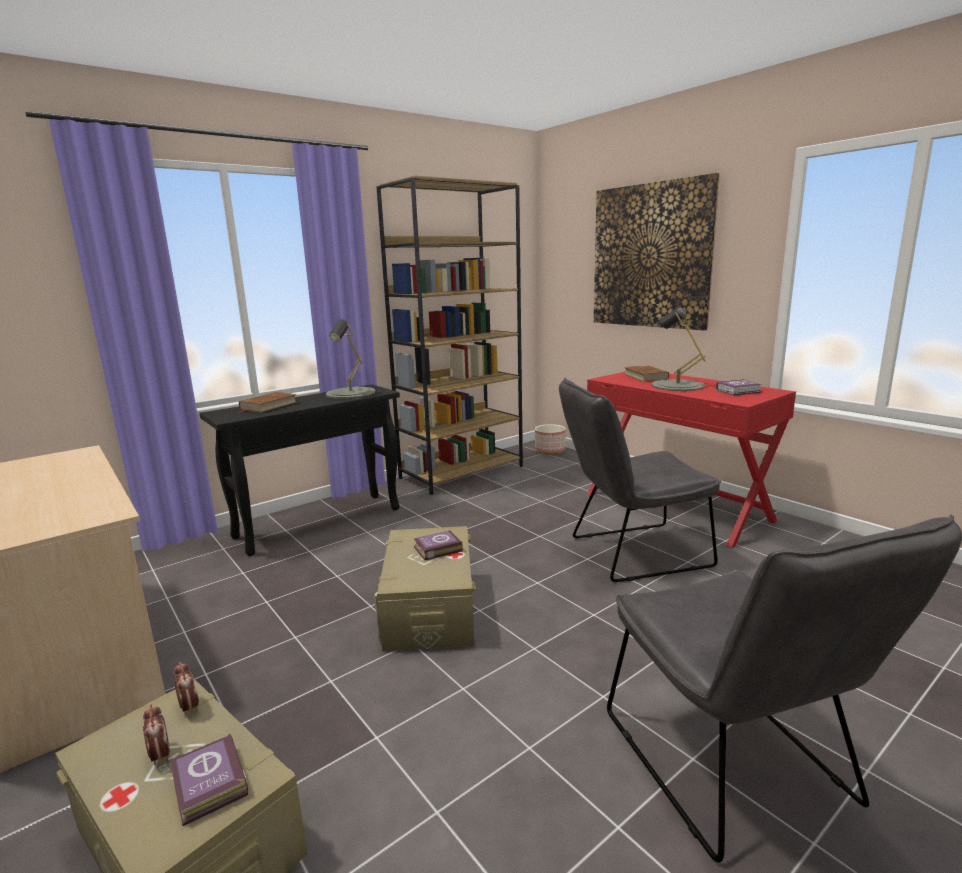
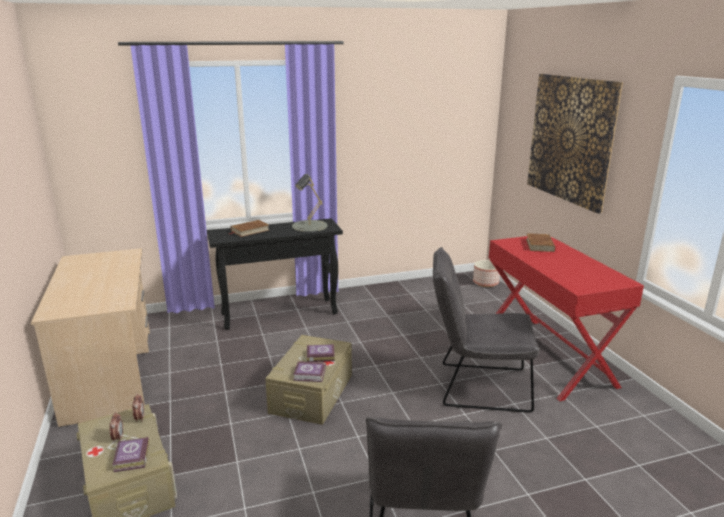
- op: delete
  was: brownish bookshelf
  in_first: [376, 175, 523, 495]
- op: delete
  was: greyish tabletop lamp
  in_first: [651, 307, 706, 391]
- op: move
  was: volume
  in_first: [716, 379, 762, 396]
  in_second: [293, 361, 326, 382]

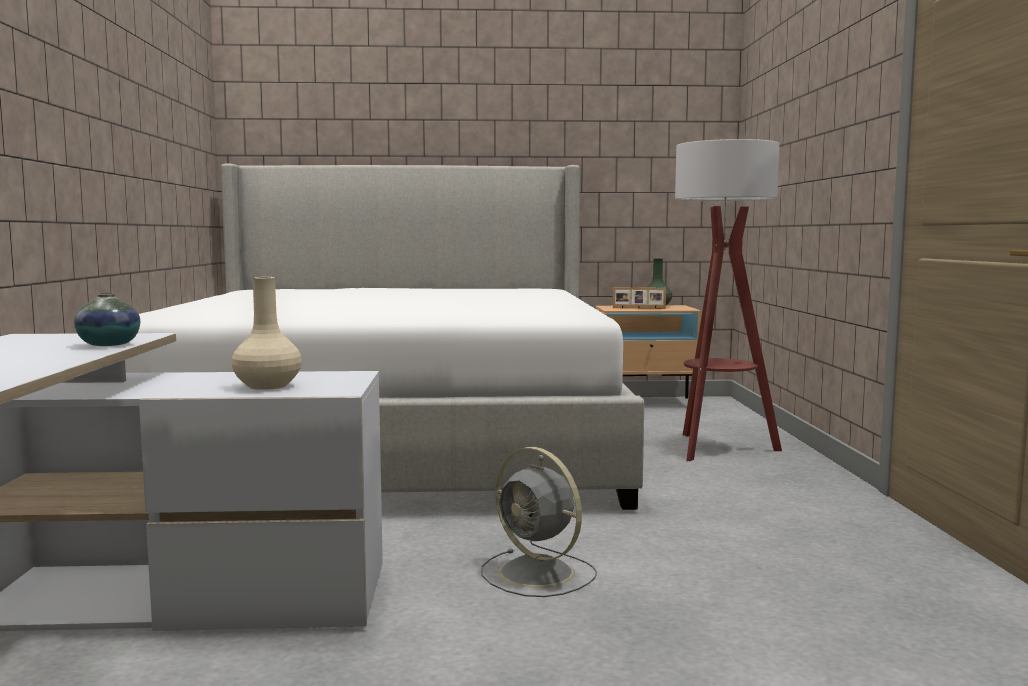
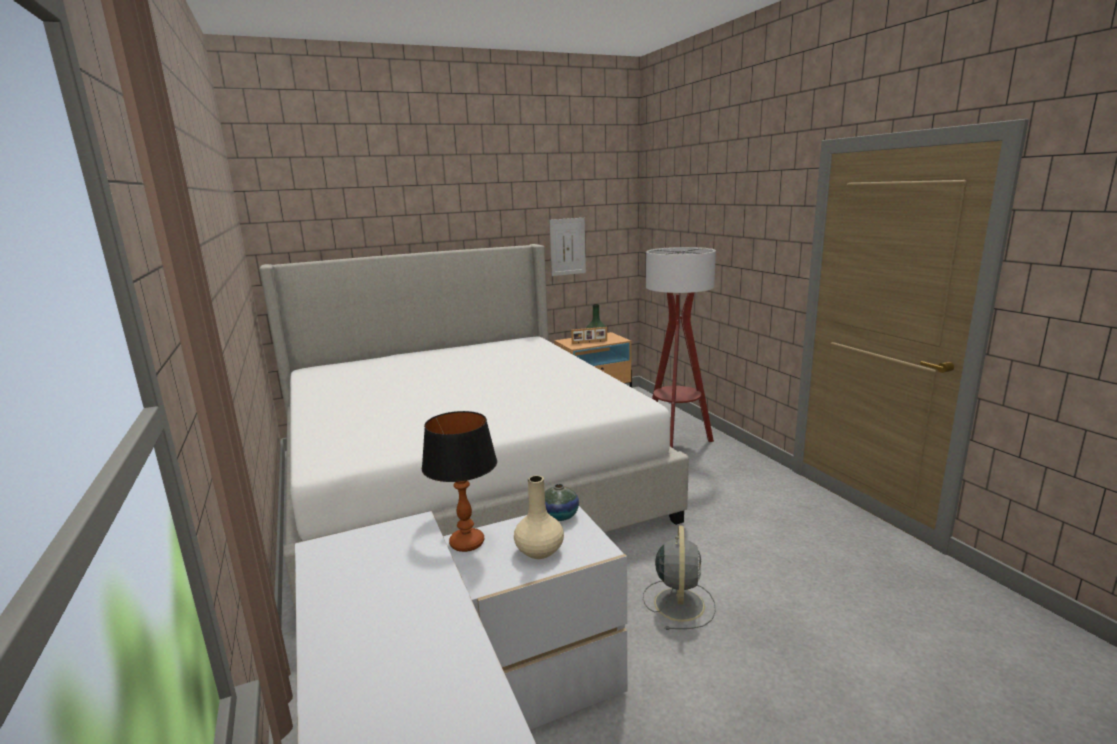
- op: move
  was: decorative vase
  in_first: [74, 293, 140, 346]
  in_second: [545, 484, 579, 521]
- op: rotate
  was: greyish cooling fan
  in_first: [481, 447, 597, 597]
  in_second: [643, 525, 716, 630]
  clockwise: -105
- op: insert
  now: wall picture
  in_second: [549, 218, 586, 276]
- op: insert
  now: tabletop lamp
  in_second: [422, 411, 497, 552]

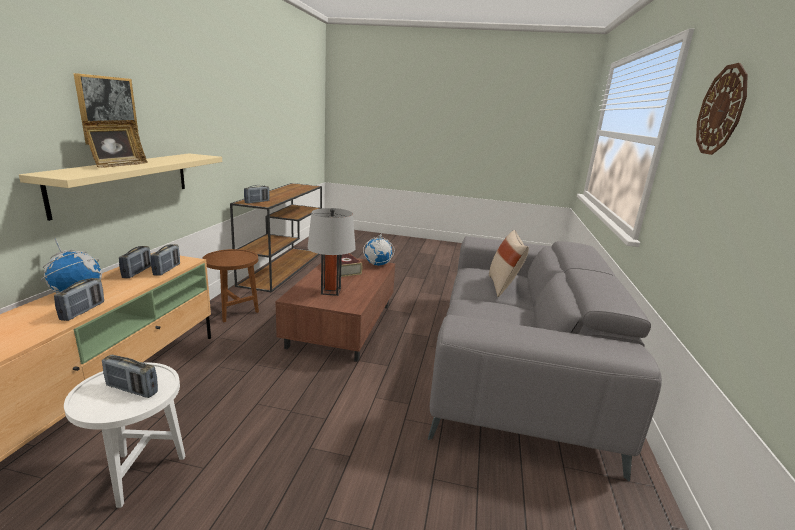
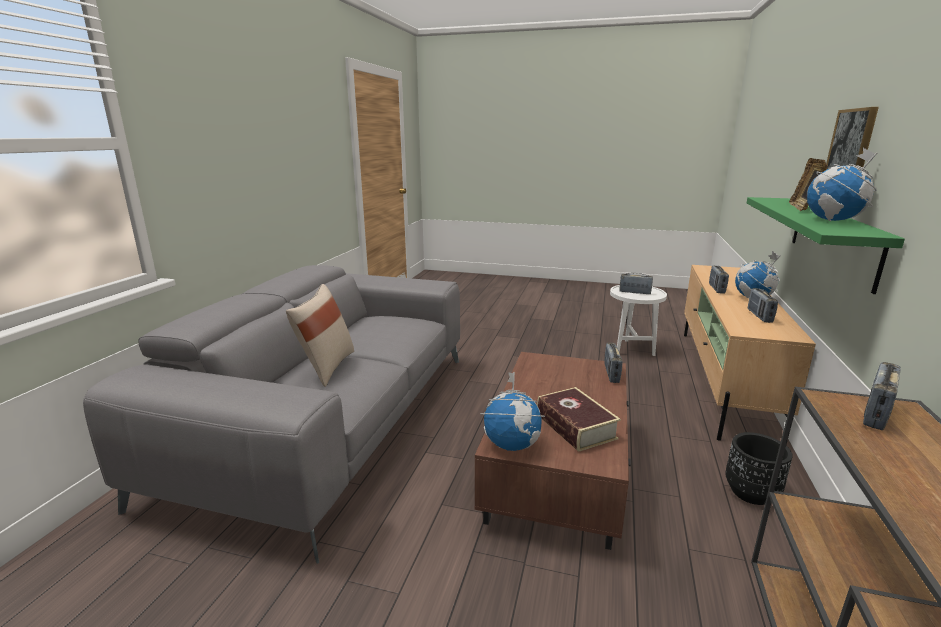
- op: delete
  was: clock on the wall
  in_first: [696, 63, 748, 155]
- op: recolor
  was: beige-coloured shelf
  now: greenish shelf
  in_first: [19, 154, 222, 221]
  in_second: [747, 197, 905, 294]
- op: delete
  was: greyish tabletop lamp
  in_first: [308, 208, 356, 296]
- op: move
  was: radio set
  in_first: [150, 244, 180, 276]
  in_second: [604, 343, 623, 383]
- op: replace
  was: brownish accent table
  now: black-coloured planter
  in_first: [202, 249, 259, 322]
  in_second: [725, 432, 793, 505]
- op: insert
  now: globe
  in_second: [807, 148, 877, 221]

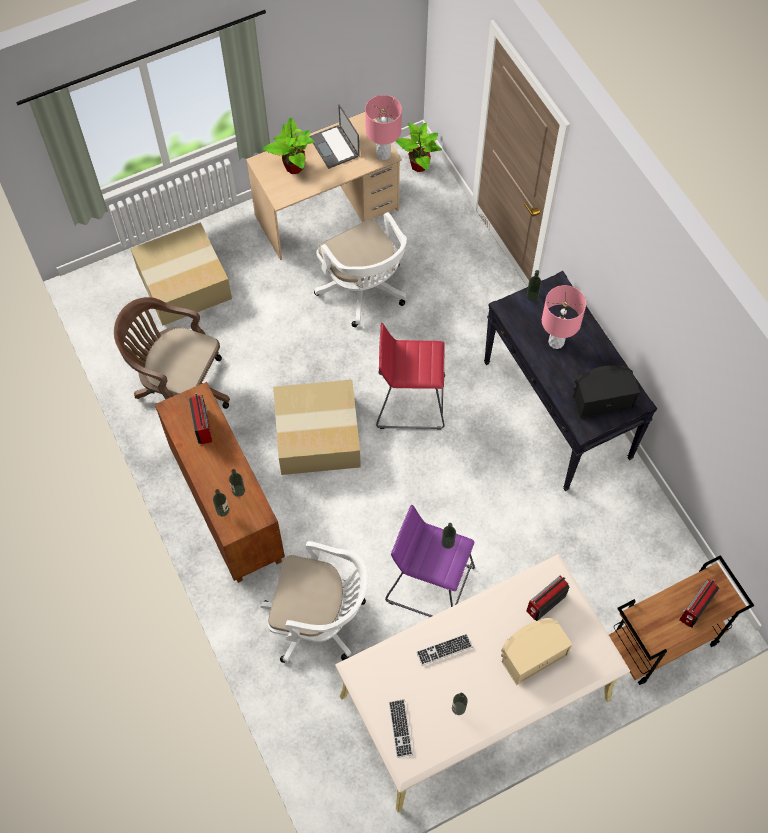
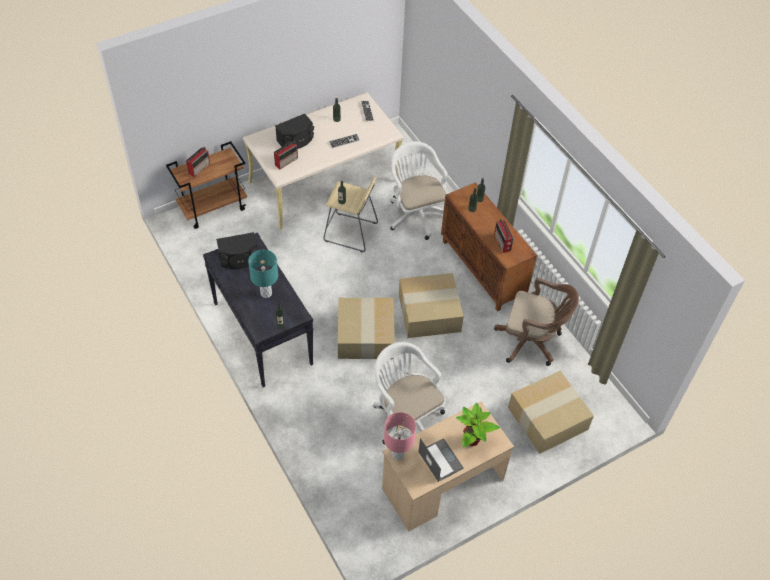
- op: delete
  was: plant in a pot
  in_first: [396, 123, 442, 172]
- op: recolor
  was: pink tabletop lamp
  now: turquoise-coloured tabletop lamp
  in_first: [542, 285, 586, 349]
  in_second: [248, 250, 278, 298]
- op: replace
  was: red-coloured stool
  now: cardboard box
  in_first: [376, 323, 445, 430]
  in_second: [338, 298, 395, 359]
- op: recolor
  was: purple stool
  now: beige-coloured stool
  in_first: [385, 505, 475, 617]
  in_second: [324, 176, 378, 253]
- op: rotate
  was: white-coloured office chair
  in_first: [260, 541, 368, 663]
  in_second: [390, 141, 448, 240]
  clockwise: 60
- op: recolor
  was: beige-coloured audio speaker
  now: black-coloured audio speaker
  in_first: [501, 618, 573, 685]
  in_second: [275, 114, 314, 149]

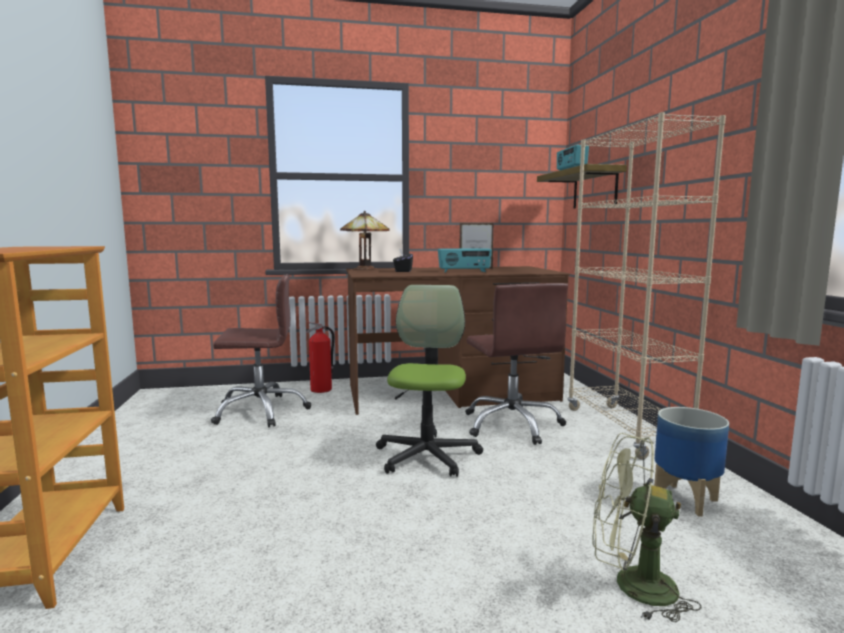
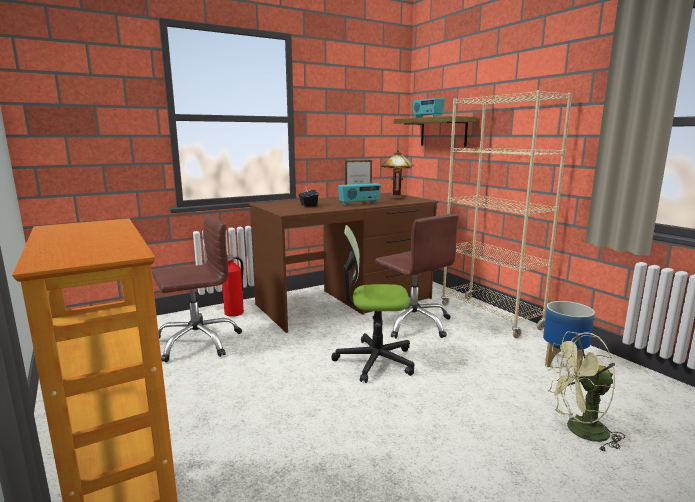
- op: move
  was: tabletop lamp
  in_first: [340, 211, 390, 270]
  in_second: [381, 150, 414, 199]
- op: rotate
  was: office chair
  in_first: [376, 285, 483, 477]
  in_second: [331, 225, 414, 383]
  clockwise: -75

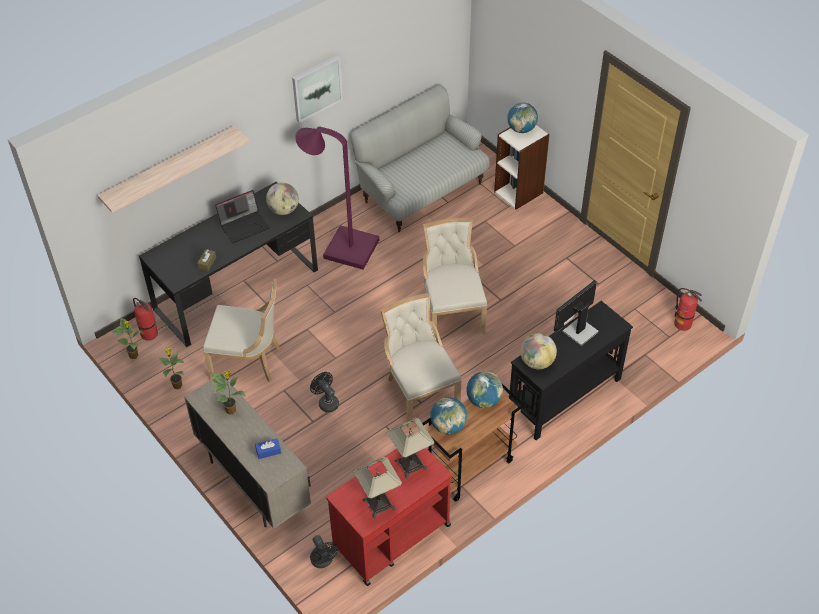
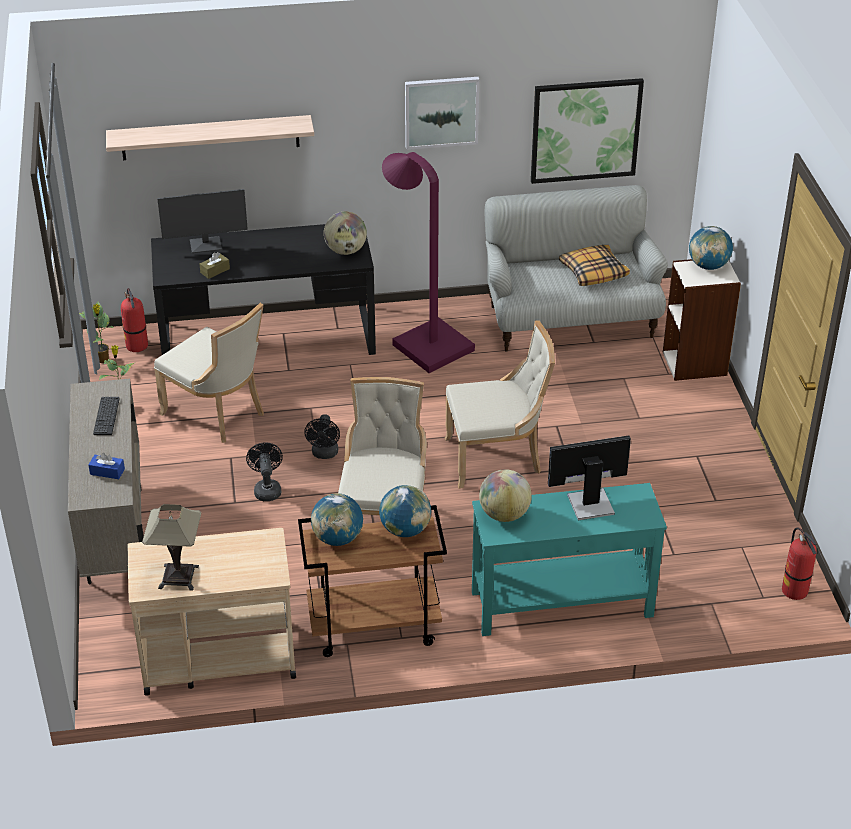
- op: delete
  was: portable computer
  in_first: [215, 190, 270, 243]
- op: rotate
  was: beige-coloured chair
  in_first: [422, 218, 487, 334]
  in_second: [445, 320, 555, 489]
  clockwise: 60
- op: recolor
  was: black-coloured hall table
  now: turquoise-coloured hall table
  in_first: [509, 301, 633, 440]
  in_second: [472, 483, 667, 636]
- op: replace
  was: plant in a pot
  now: keyboard
  in_first: [212, 370, 245, 415]
  in_second: [93, 397, 120, 435]
- op: delete
  was: tabletop lamp
  in_first: [387, 418, 434, 479]
- op: recolor
  was: red-coloured cart
  now: beige-coloured cart
  in_first: [326, 448, 452, 586]
  in_second: [128, 528, 296, 695]
- op: move
  was: black-coloured cooling fan
  in_first: [310, 535, 338, 568]
  in_second: [304, 414, 340, 459]
- op: insert
  now: wall picture
  in_second: [531, 78, 644, 184]
- op: insert
  now: computer display
  in_second: [157, 189, 248, 253]
- op: insert
  now: cushion
  in_second: [559, 245, 630, 286]

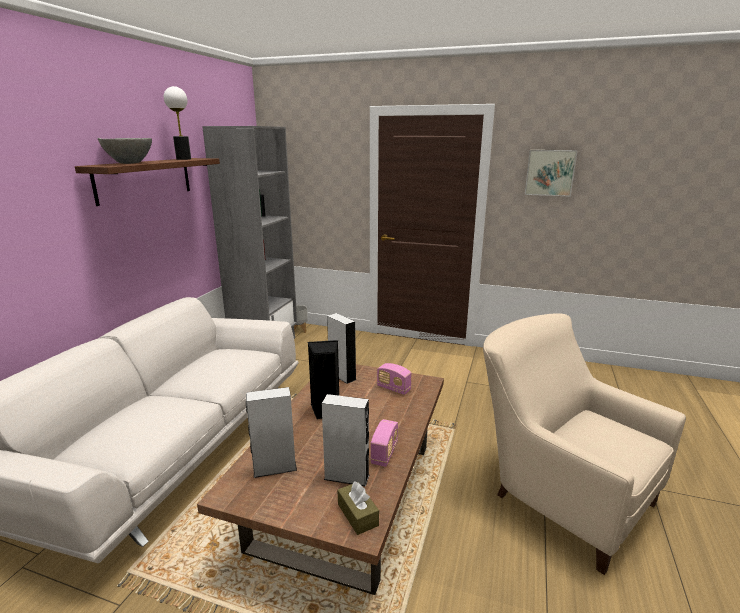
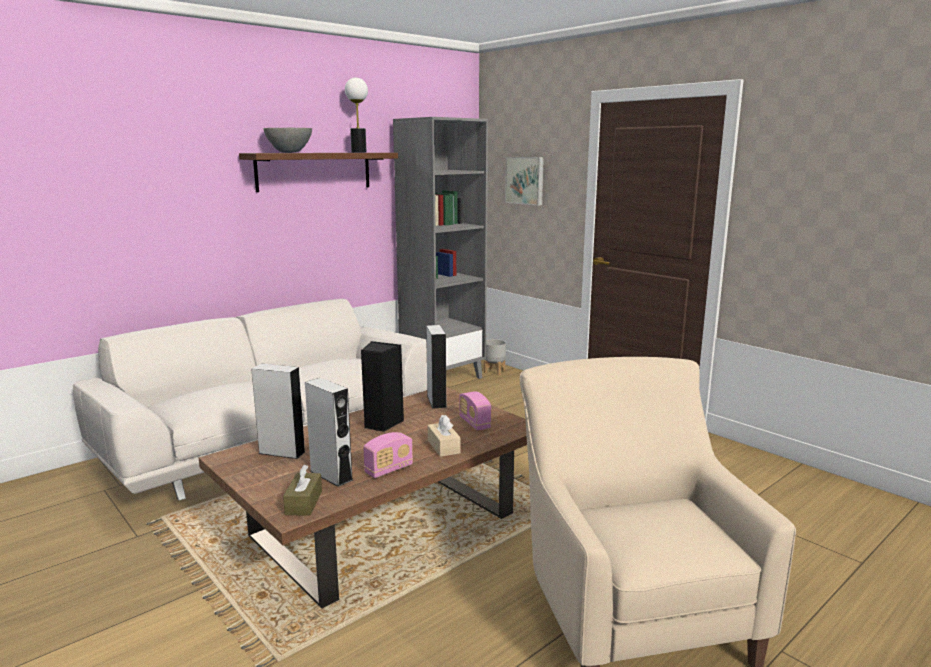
- op: move
  was: wall picture
  in_first: [525, 150, 578, 197]
  in_second: [505, 157, 544, 206]
- op: insert
  now: beige-coloured tissue holder
  in_second: [428, 415, 461, 457]

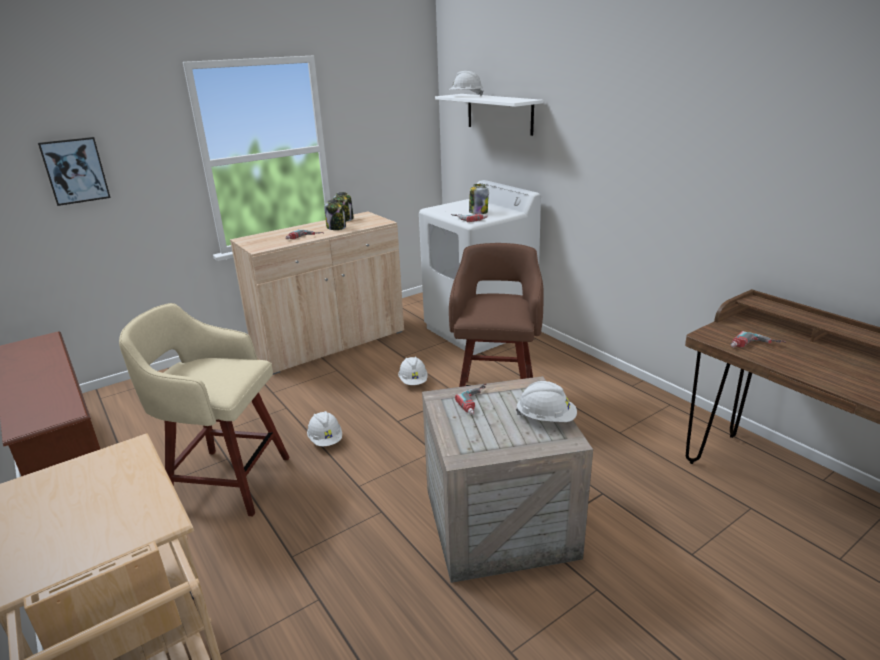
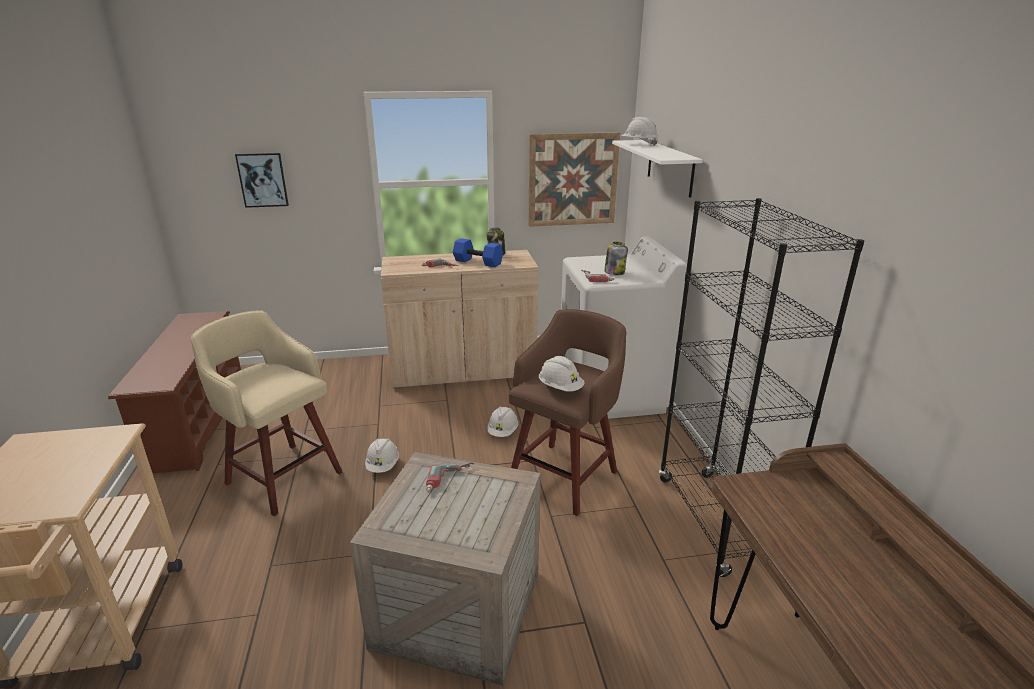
- op: replace
  was: preserve jar
  now: bluish free weight
  in_first: [324, 199, 346, 230]
  in_second: [453, 238, 503, 267]
- op: delete
  was: power drill
  in_first: [731, 331, 786, 348]
- op: move
  was: white-coloured safety helmet
  in_first: [516, 381, 577, 422]
  in_second: [539, 356, 585, 392]
- op: insert
  now: wall picture
  in_second: [529, 132, 620, 227]
- op: insert
  now: black-coloured bookshelf
  in_second: [659, 198, 865, 577]

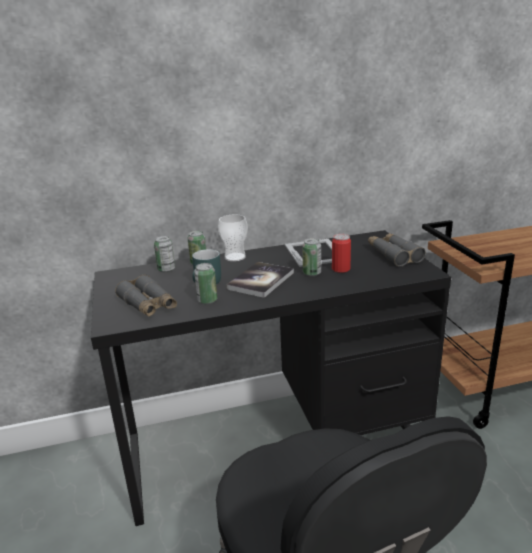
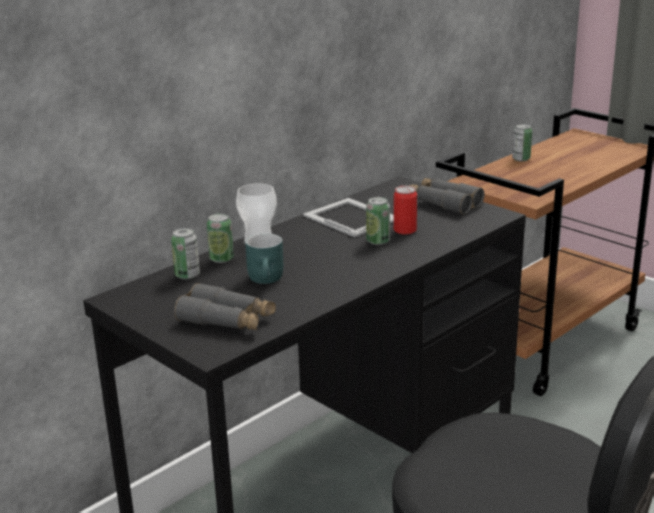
- op: delete
  was: volume
  in_first: [226, 262, 294, 298]
- op: move
  was: metal can
  in_first: [194, 263, 217, 304]
  in_second: [512, 124, 532, 161]

